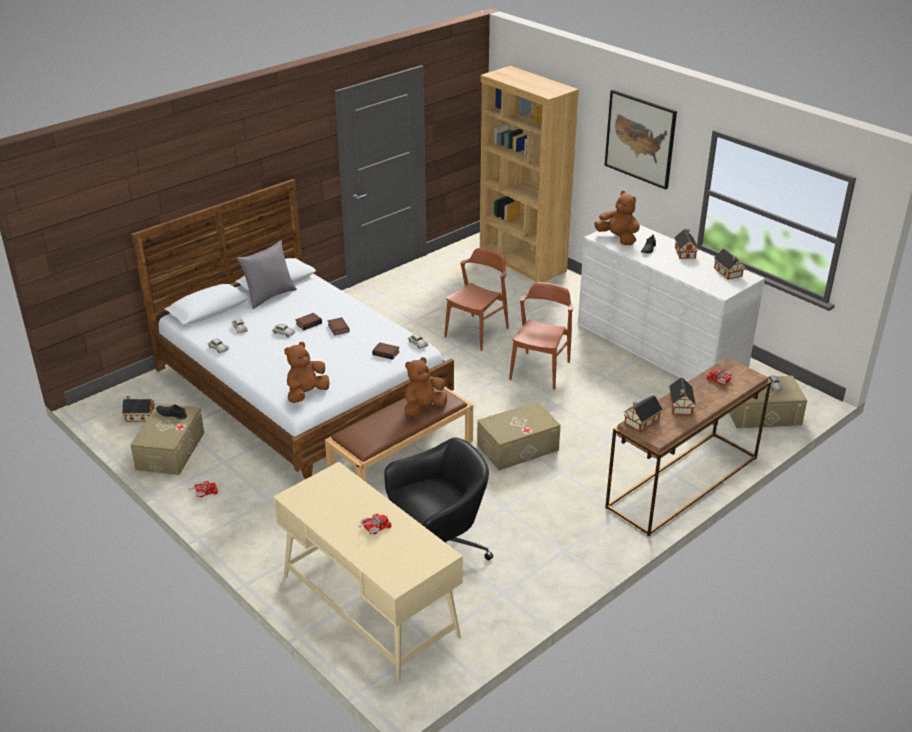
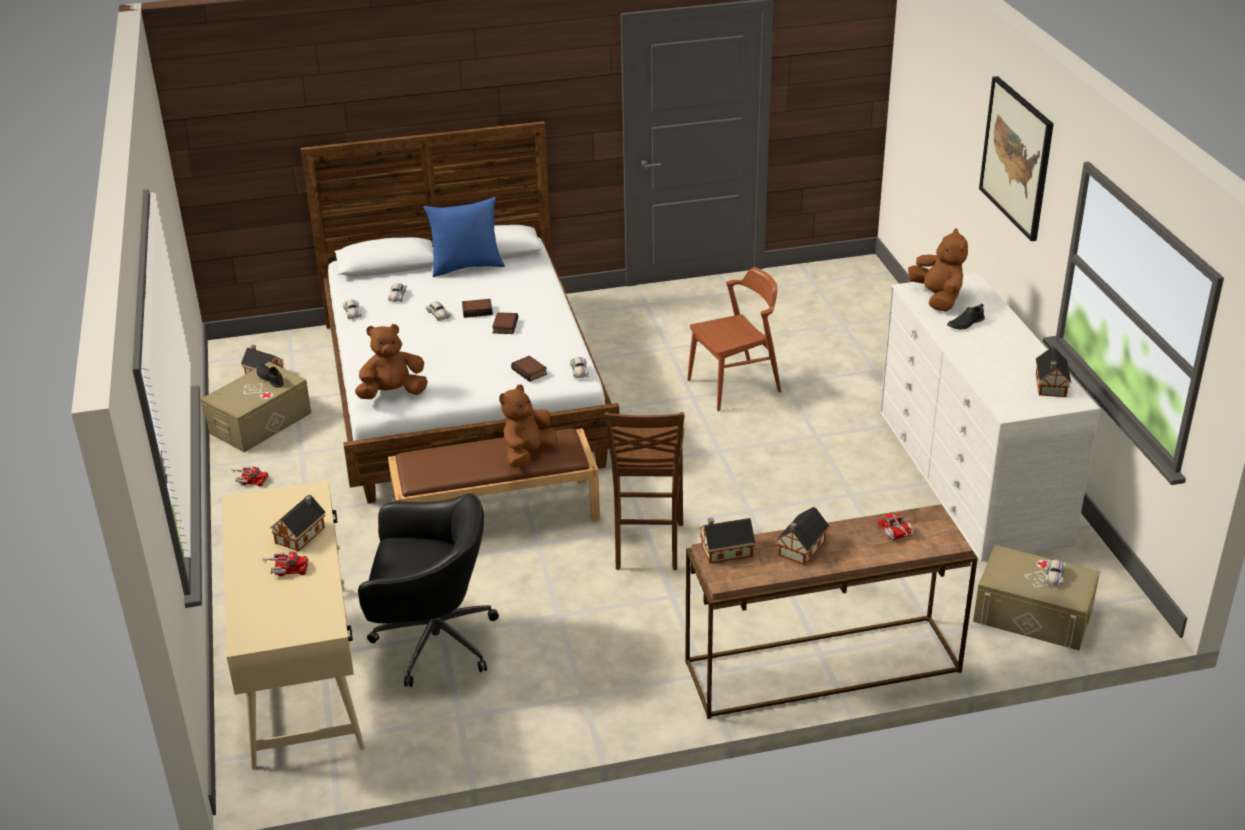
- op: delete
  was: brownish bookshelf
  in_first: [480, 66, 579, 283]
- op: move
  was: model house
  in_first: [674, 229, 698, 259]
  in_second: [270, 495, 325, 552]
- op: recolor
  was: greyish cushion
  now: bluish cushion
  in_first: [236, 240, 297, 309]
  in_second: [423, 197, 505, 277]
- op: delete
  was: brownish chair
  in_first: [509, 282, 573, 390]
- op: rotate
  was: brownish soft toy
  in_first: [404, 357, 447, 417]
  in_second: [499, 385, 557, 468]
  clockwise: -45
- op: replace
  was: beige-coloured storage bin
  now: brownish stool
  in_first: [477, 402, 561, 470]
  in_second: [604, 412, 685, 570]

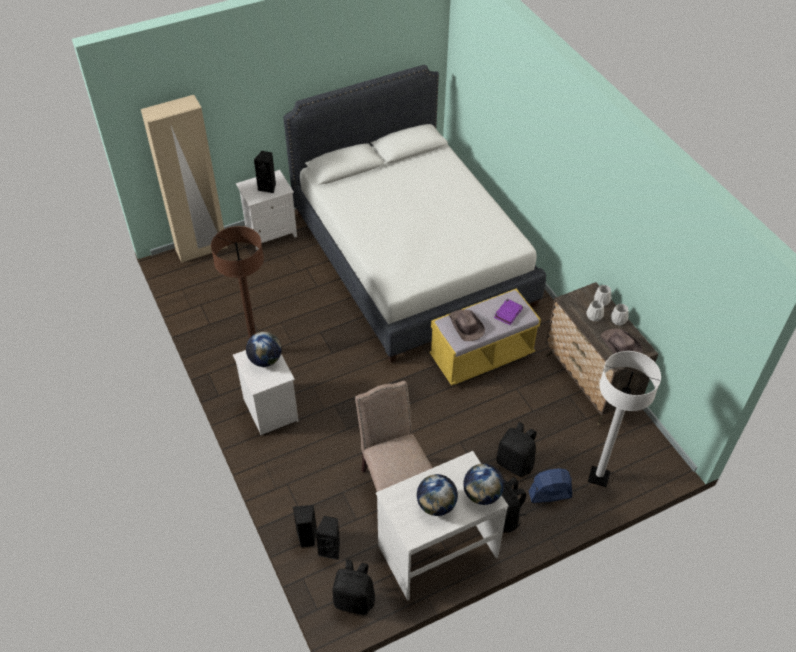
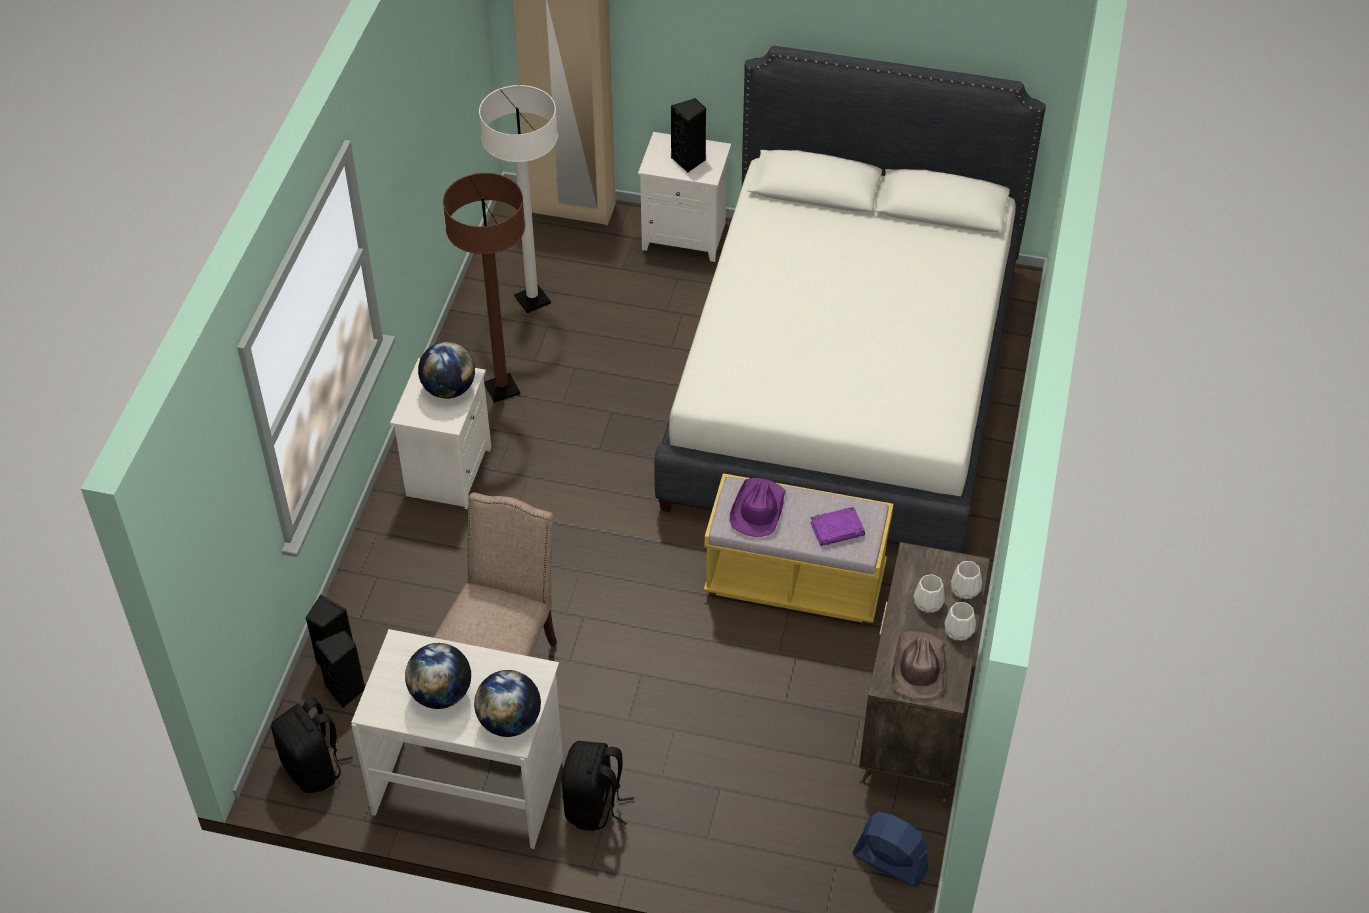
- op: recolor
  was: brownish clothing hat
  now: purple clothing hat
  in_first: [449, 309, 485, 341]
  in_second: [730, 478, 786, 537]
- op: move
  was: white-coloured standard lamp
  in_first: [588, 351, 661, 487]
  in_second: [479, 85, 558, 313]
- op: delete
  was: black-coloured backpack
  in_first: [496, 422, 537, 477]
- op: move
  was: bluish cooling fan
  in_first: [529, 468, 572, 503]
  in_second: [853, 812, 928, 887]

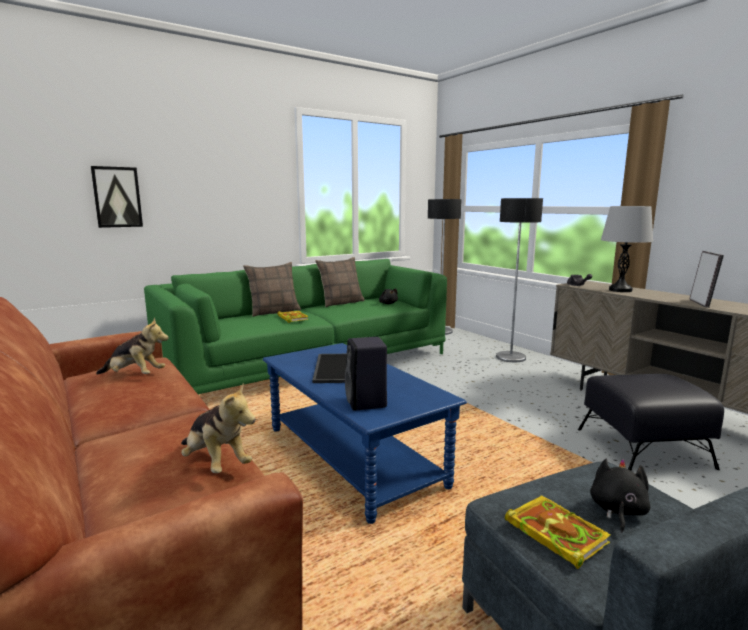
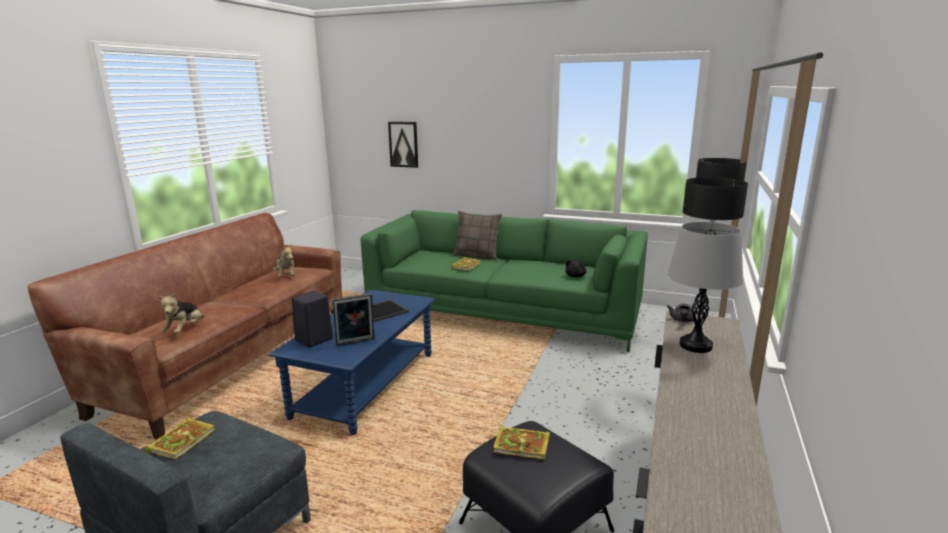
- op: move
  was: photo frame
  in_first: [689, 251, 724, 308]
  in_second: [332, 293, 375, 346]
- op: delete
  was: cushion
  in_first: [315, 257, 365, 307]
- op: delete
  was: black-coloured soft toy
  in_first: [590, 458, 650, 533]
- op: insert
  now: volume
  in_second: [493, 426, 550, 459]

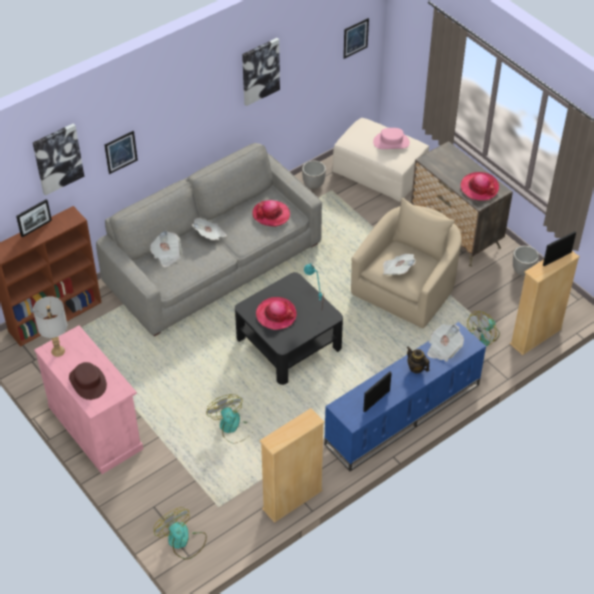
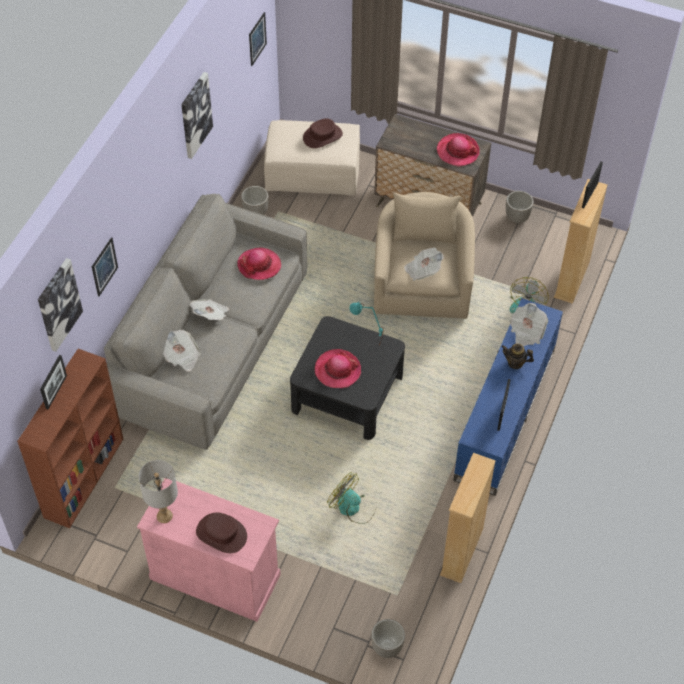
- op: recolor
  was: pink clothing hat
  now: brownish clothing hat
  in_first: [373, 128, 410, 149]
  in_second: [303, 118, 343, 148]
- op: replace
  was: cooling fan
  now: planter
  in_first: [154, 507, 207, 559]
  in_second: [371, 619, 405, 658]

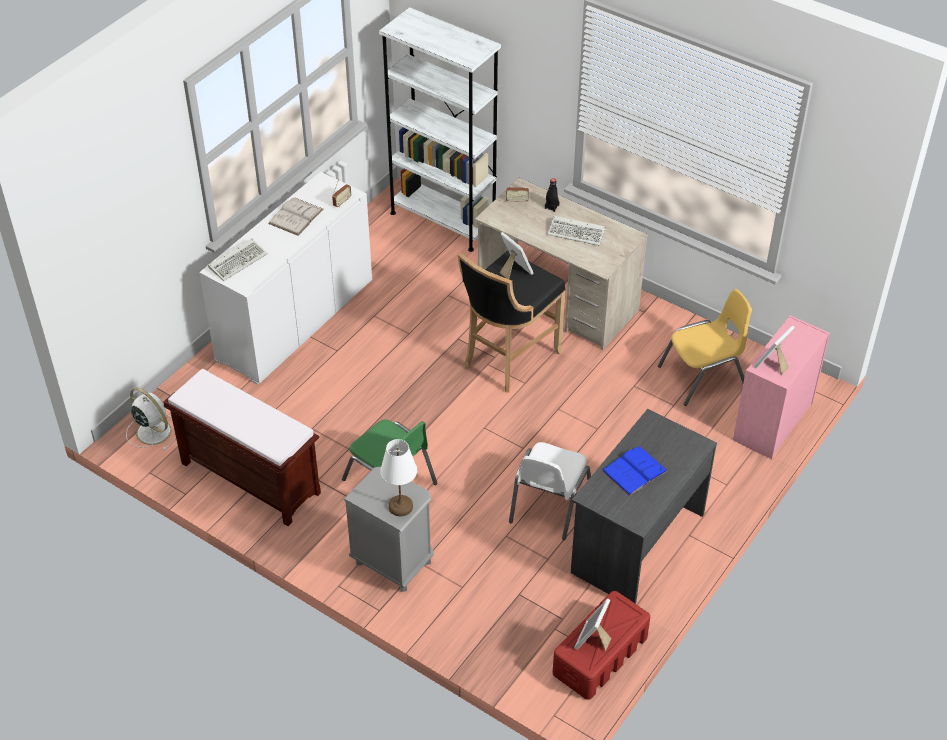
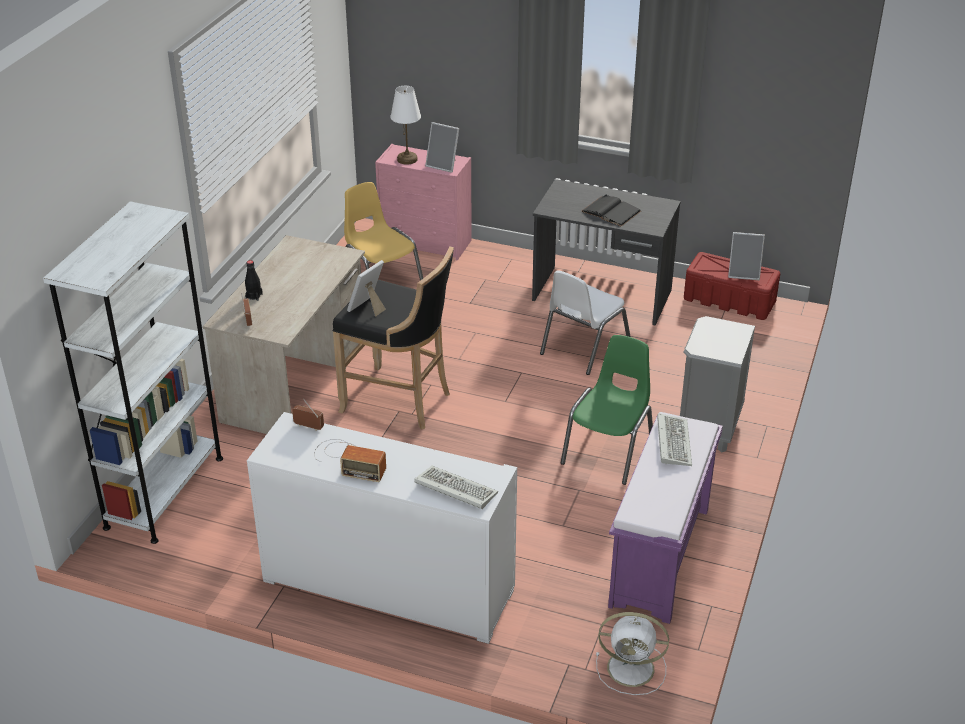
- op: replace
  was: white-coloured volume
  now: radio set
  in_first: [268, 197, 324, 236]
  in_second: [314, 439, 386, 482]
- op: move
  was: keyboard
  in_first: [547, 216, 606, 246]
  in_second: [657, 413, 692, 466]
- op: recolor
  was: brownish bench
  now: purple bench
  in_first: [163, 369, 321, 526]
  in_second: [608, 412, 723, 624]
- op: rotate
  was: white-coloured cooling fan
  in_first: [126, 387, 176, 451]
  in_second: [596, 612, 669, 695]
  clockwise: -105
- op: move
  was: white-coloured tabletop lamp
  in_first: [380, 439, 417, 516]
  in_second: [390, 86, 421, 165]
- op: rotate
  was: white-coloured chair
  in_first: [509, 442, 591, 540]
  in_second: [540, 270, 631, 375]
  clockwise: 120
- op: recolor
  was: bluish volume
  now: black-coloured volume
  in_first: [602, 446, 668, 496]
  in_second: [581, 194, 641, 227]

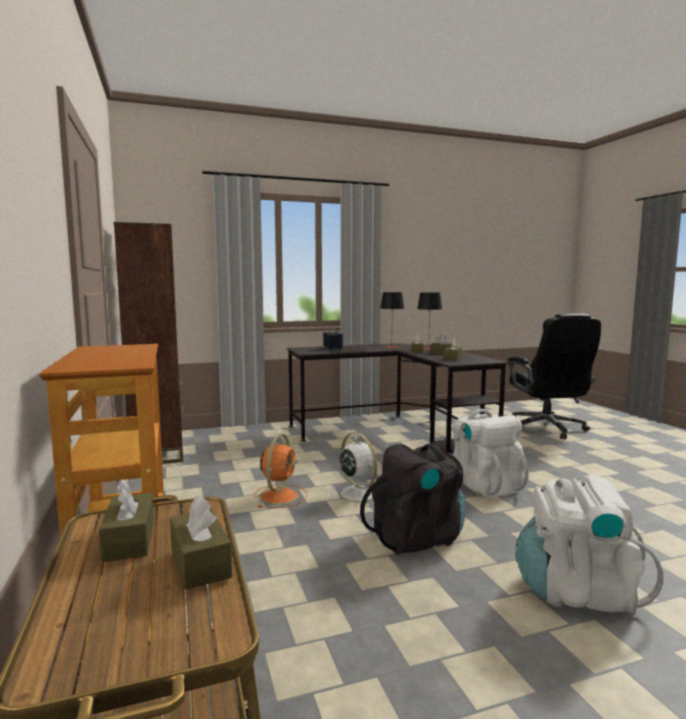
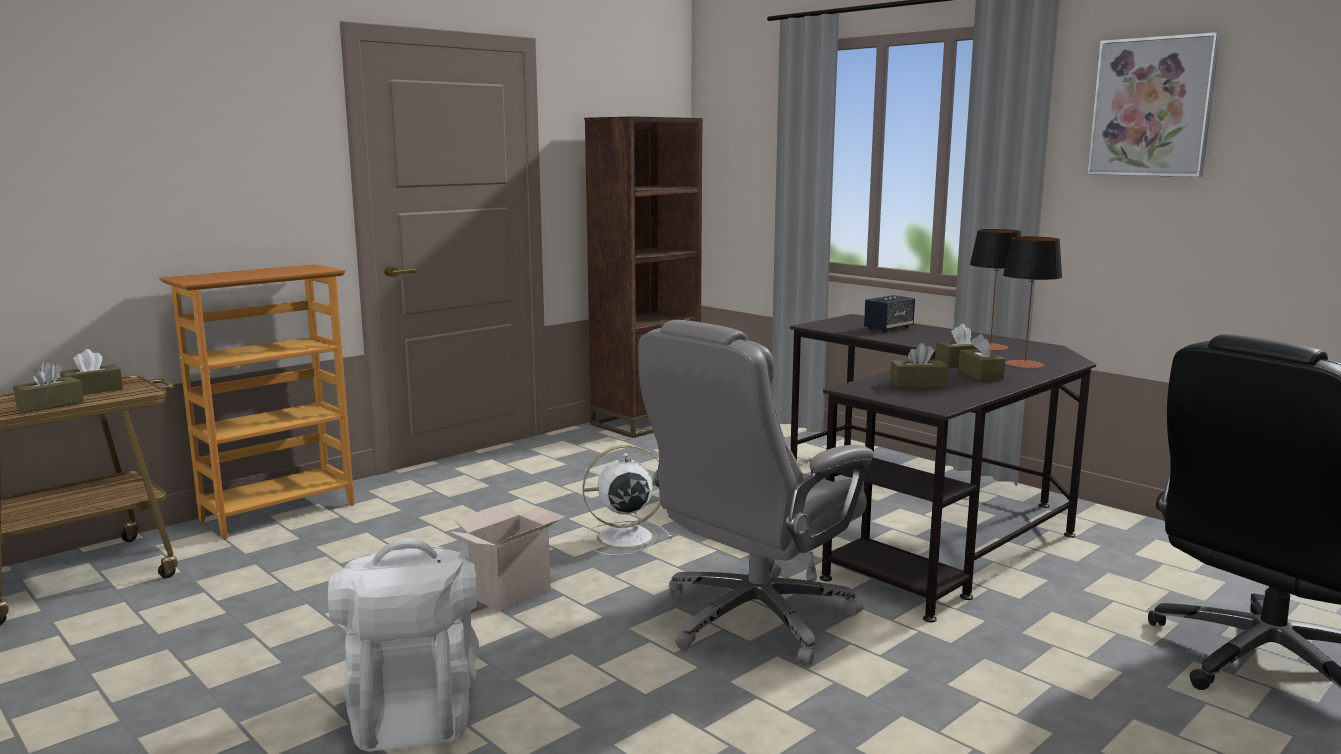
- op: replace
  was: white-coloured backpack
  now: greyish office chair
  in_first: [453, 409, 529, 498]
  in_second: [638, 320, 874, 665]
- op: rotate
  was: white-coloured cooling fan
  in_first: [328, 432, 377, 507]
  in_second: [583, 445, 672, 556]
  clockwise: -135
- op: delete
  was: orangey cooling fan
  in_first: [253, 434, 307, 508]
- op: replace
  was: black-coloured backpack
  now: cardboard box
  in_first: [360, 443, 465, 555]
  in_second: [449, 503, 565, 612]
- op: insert
  now: wall picture
  in_second: [1087, 32, 1220, 177]

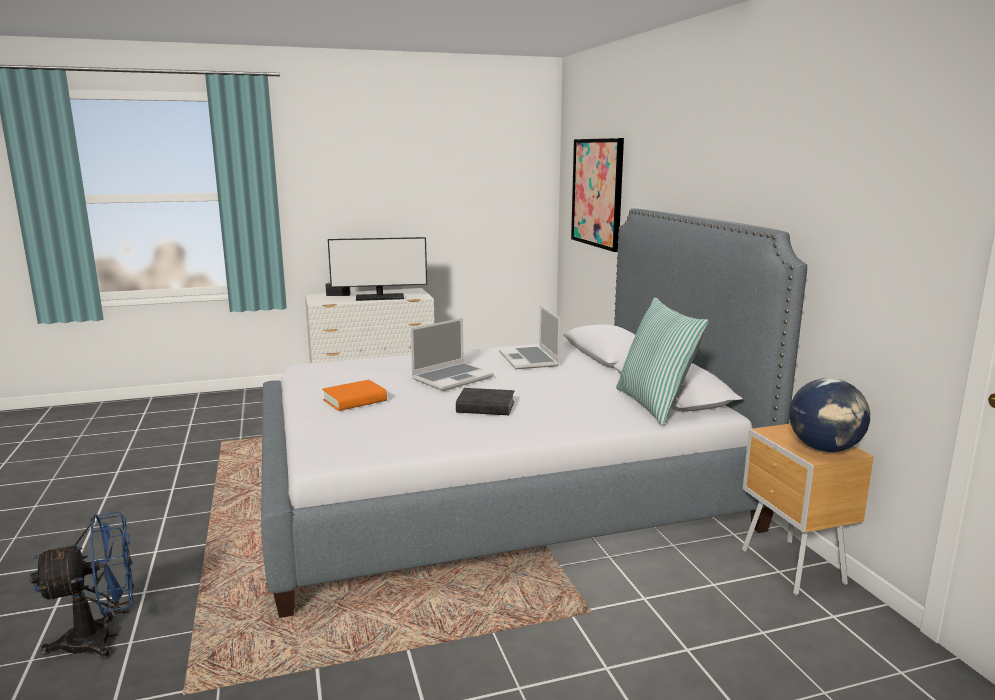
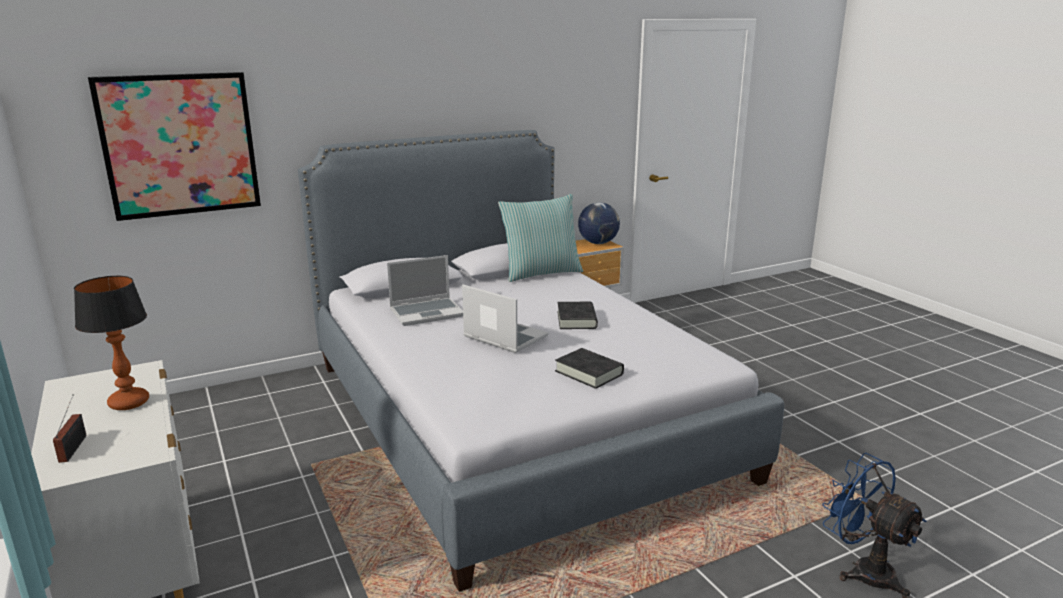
- op: replace
  was: computer display
  now: tabletop lamp
  in_first: [328, 237, 427, 301]
  in_second: [74, 276, 149, 410]
- op: recolor
  was: orangey volume
  now: black-coloured volume
  in_first: [322, 380, 387, 411]
  in_second: [555, 348, 624, 389]

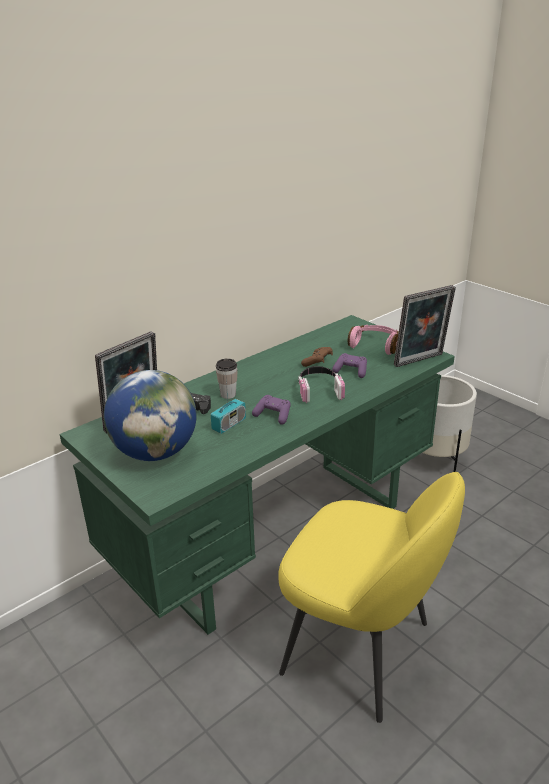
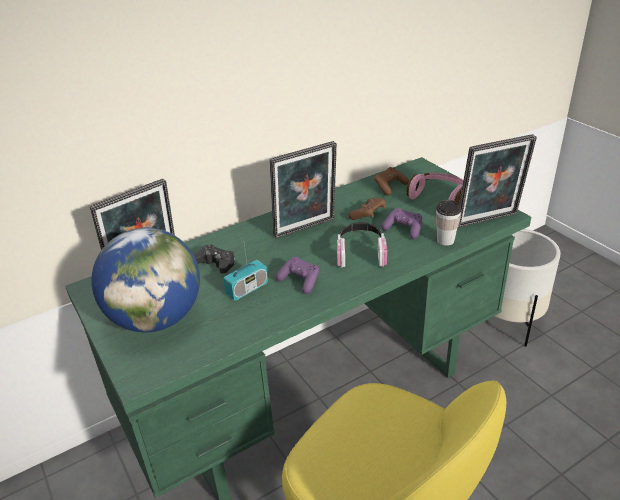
- op: move
  was: small cup
  in_first: [216, 358, 238, 399]
  in_second: [436, 200, 461, 246]
- op: insert
  now: photo frame
  in_second: [270, 141, 337, 239]
- op: insert
  now: brownish game controller
  in_second: [374, 167, 409, 196]

